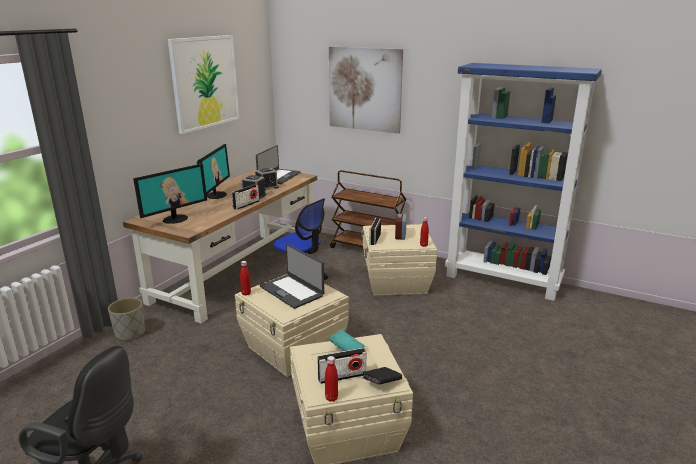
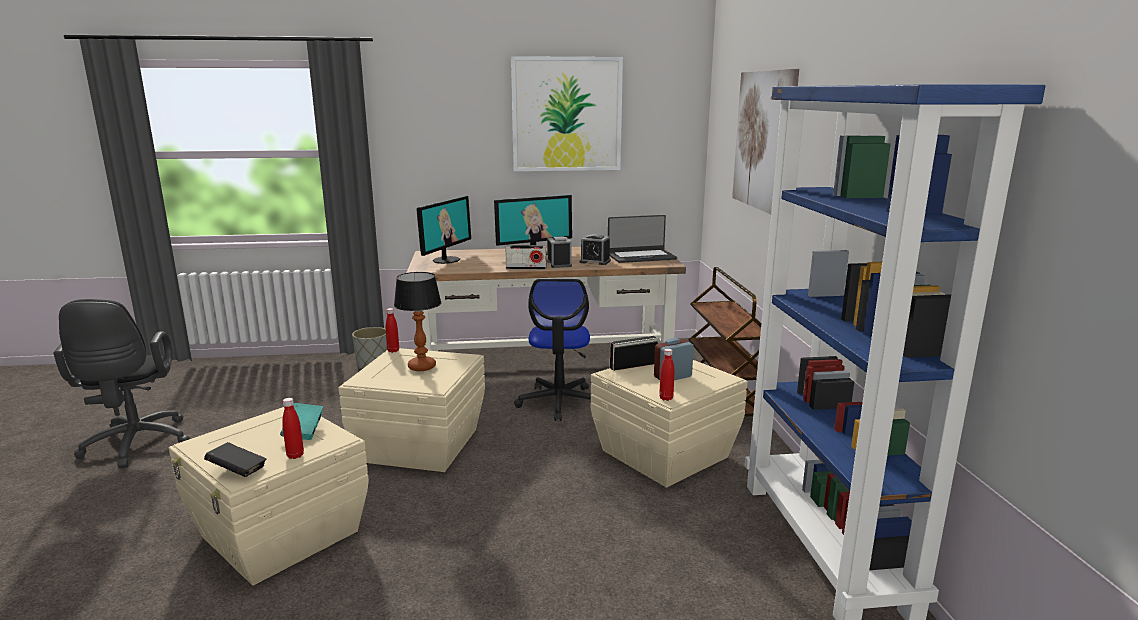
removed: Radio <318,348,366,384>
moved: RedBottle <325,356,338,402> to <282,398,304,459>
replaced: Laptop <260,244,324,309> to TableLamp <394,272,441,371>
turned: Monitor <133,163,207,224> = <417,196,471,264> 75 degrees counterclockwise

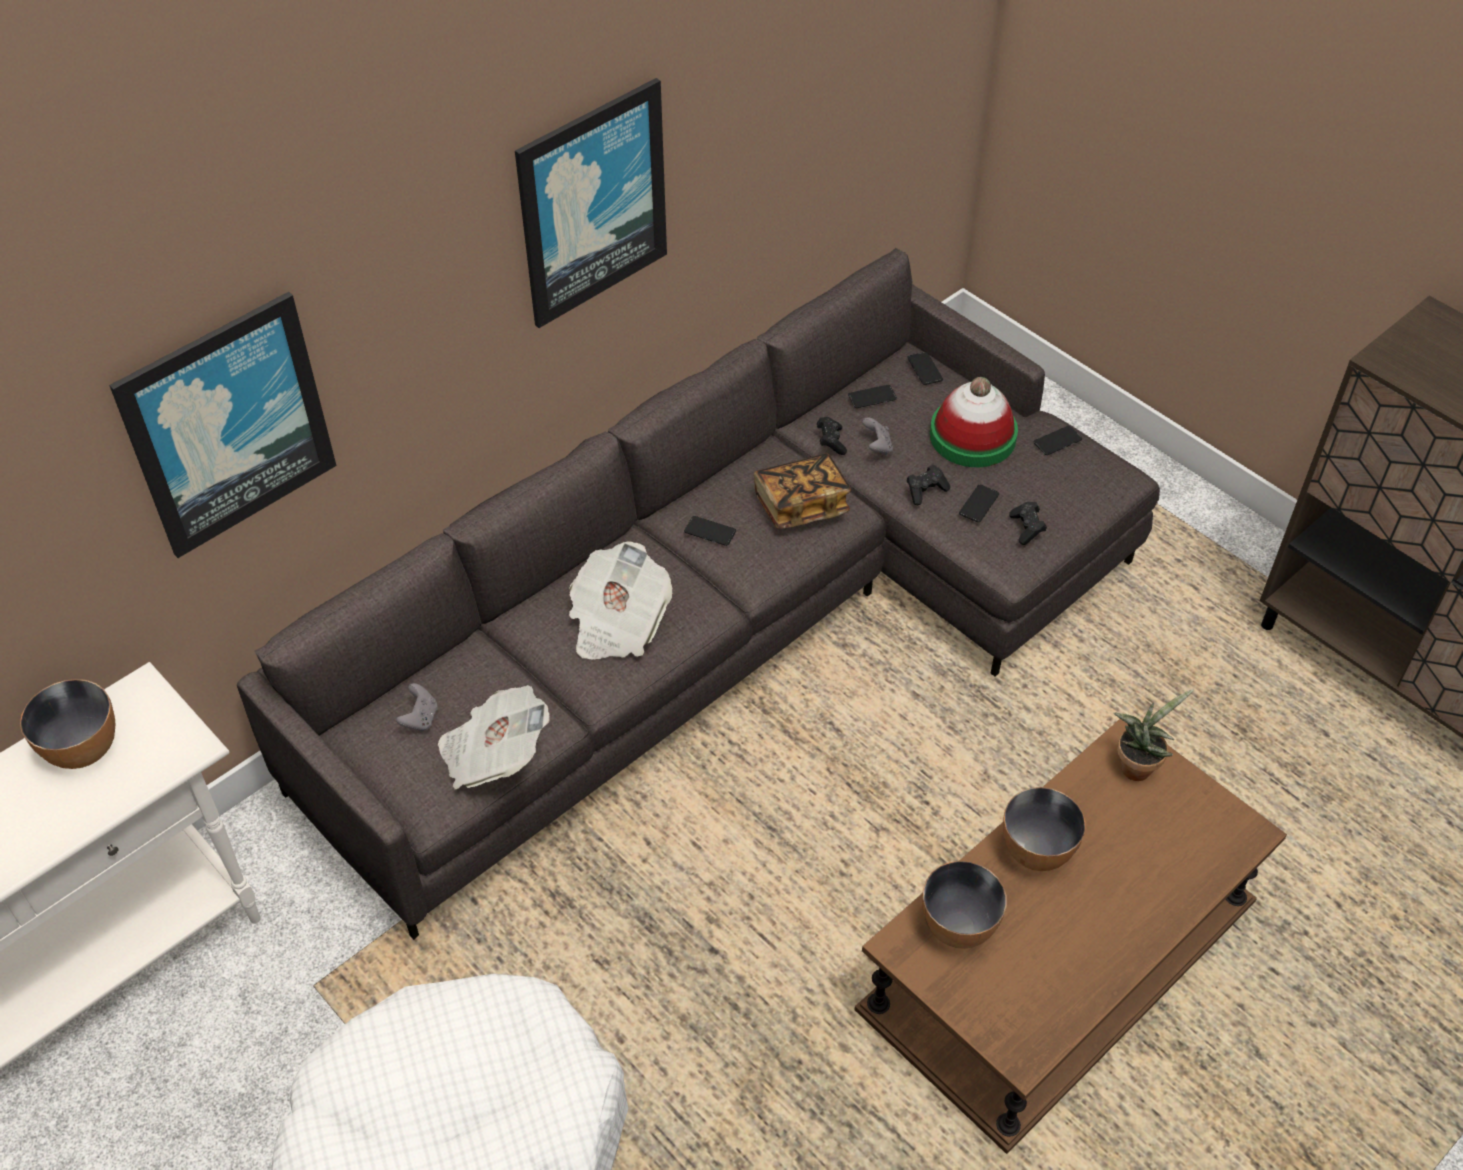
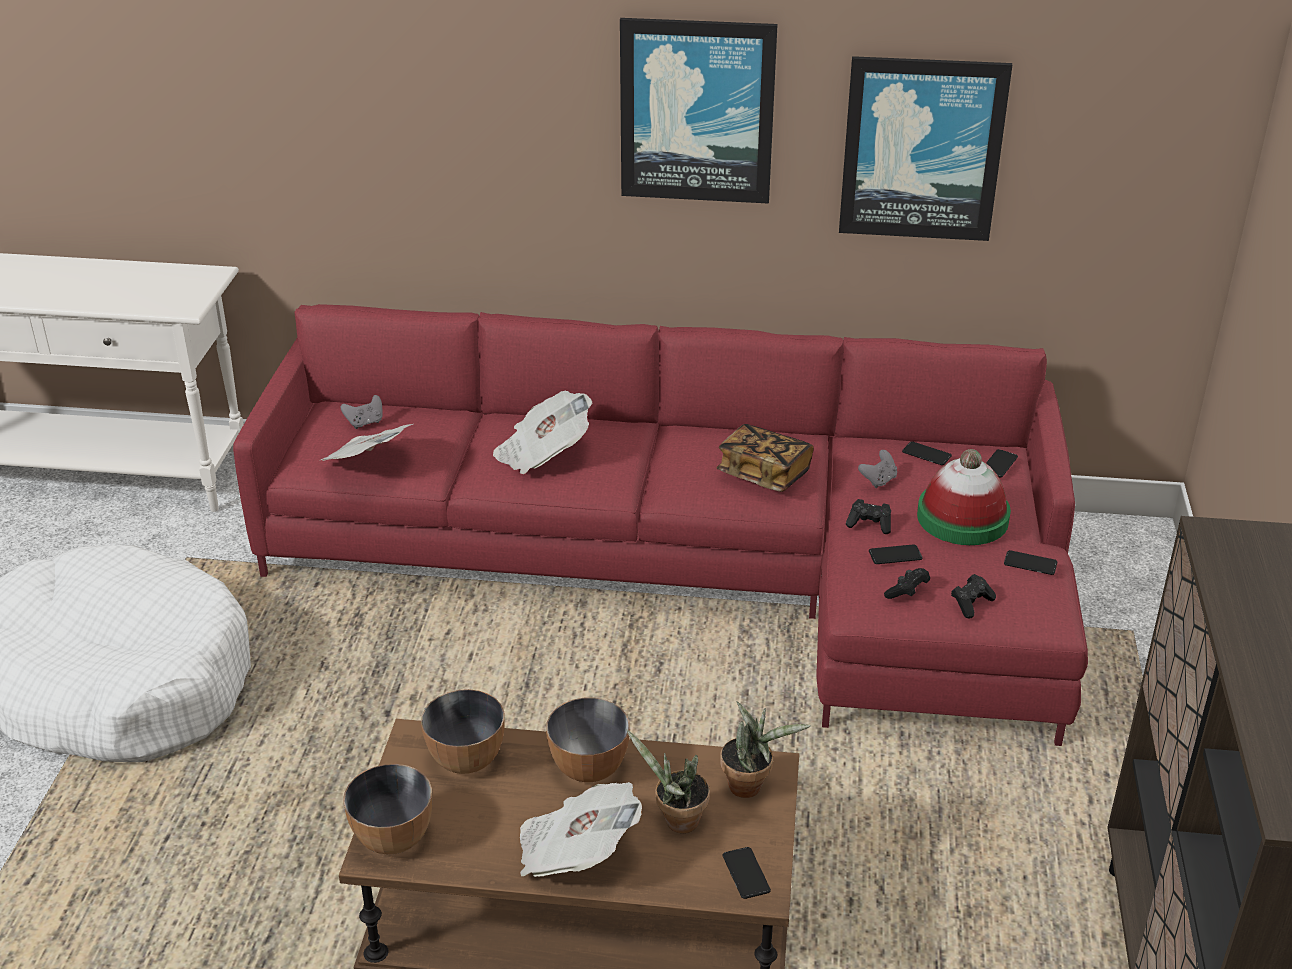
added: Newspaper <520,782,642,877>; PottedPlant <626,730,710,833>
moved: Bowl <20,679,115,769> to <343,764,433,854>; Phone <684,516,736,546> to <722,847,771,899>; Picture <109,292,337,558> to <839,56,1012,241>; BlackGameController <817,417,847,455> to <951,574,996,619>
recoloured: GreySofa <237,248,1160,940> to RedSofa <233,304,1088,746>

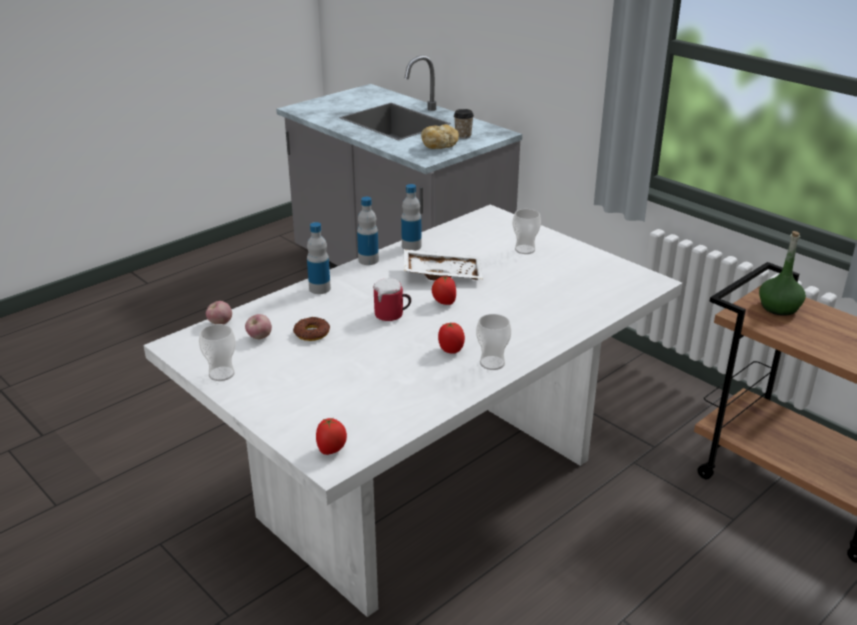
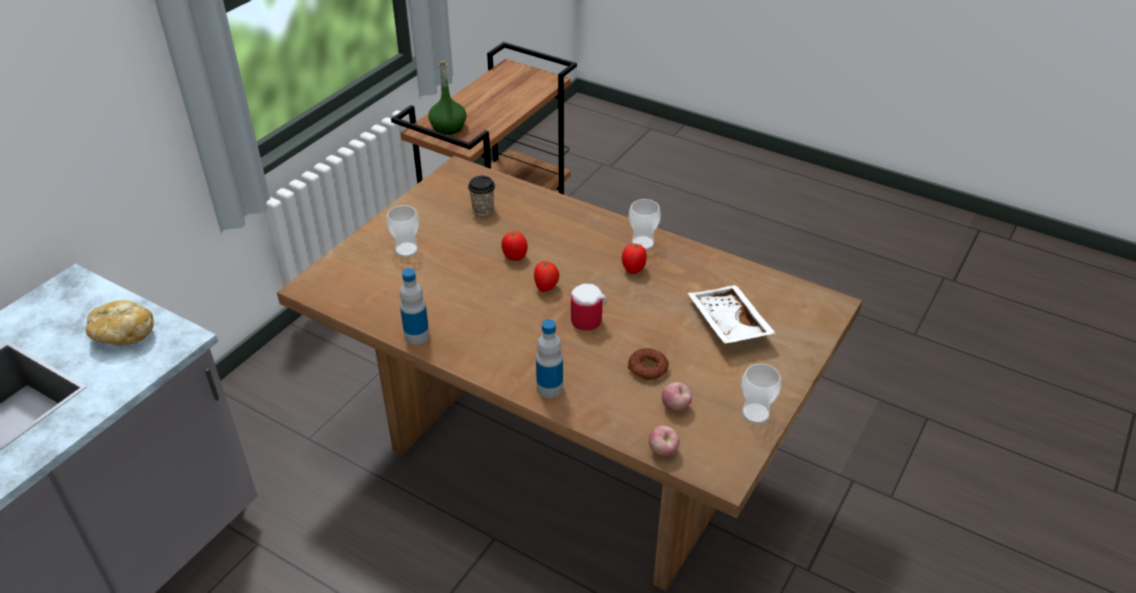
removed: Bottle <357,197,379,265>
moved: Cup <454,109,474,139> to <468,176,495,216>; Tomato <316,417,347,455> to <501,231,528,260>; WhiteTray <404,249,483,281> to <688,285,776,344>
recoloured: WhiteDiningTable <144,204,682,617> to BrownDiningTable <277,156,862,591>

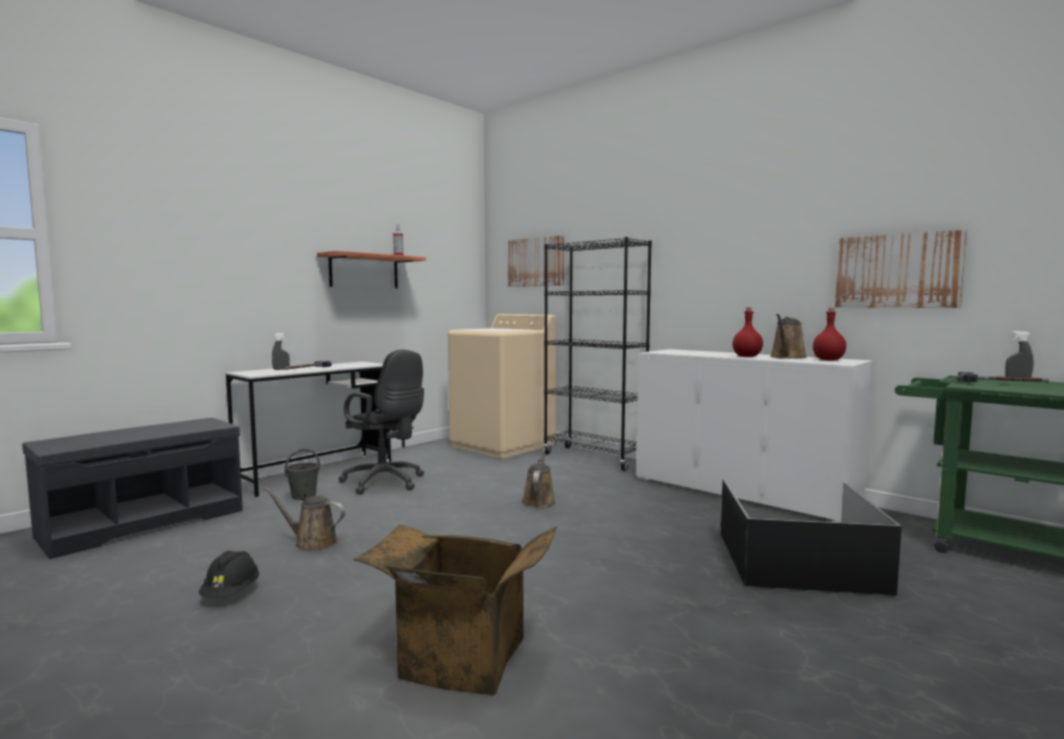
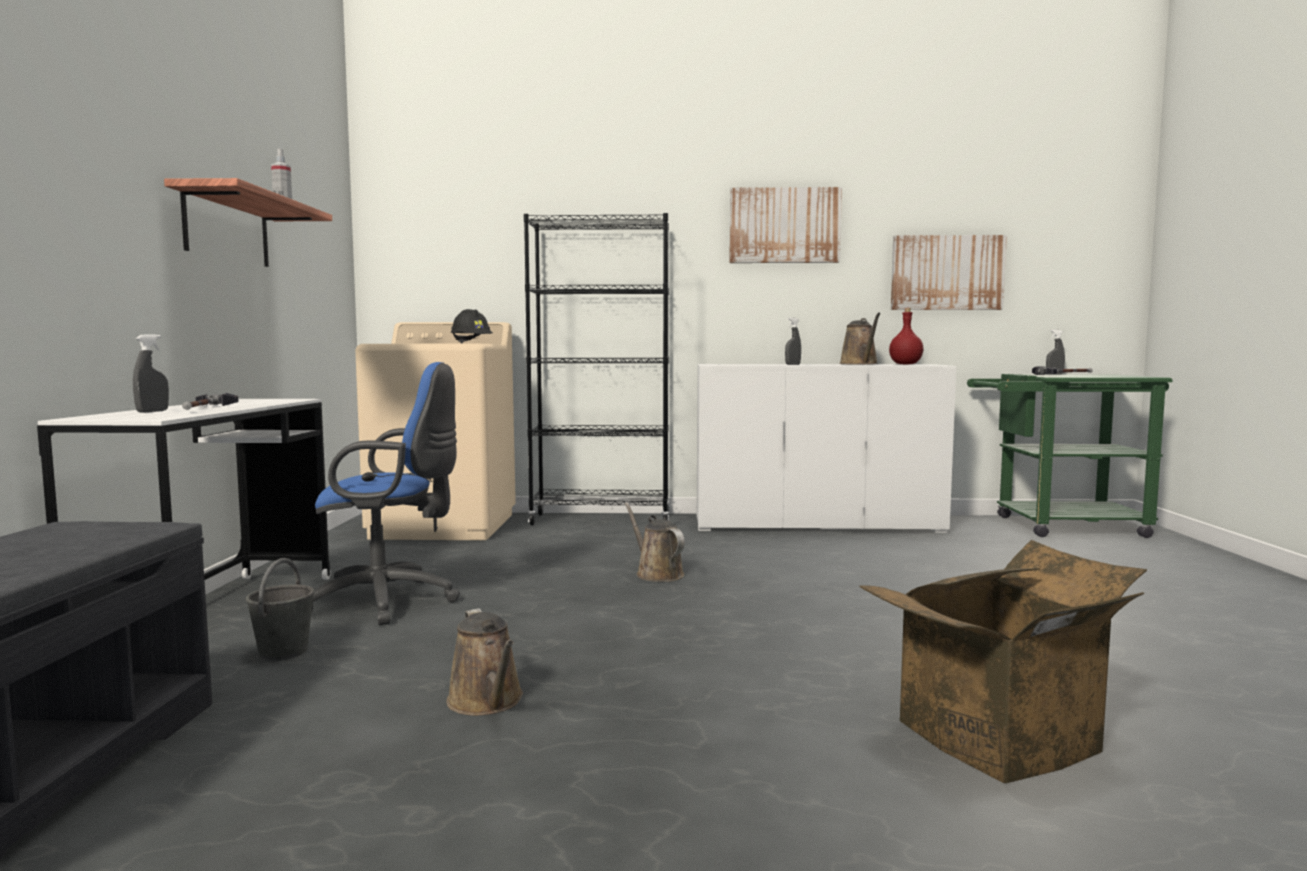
removed: BlackStorageBox <721,479,902,596>; RedBottle <732,307,763,357>
added: GreySprayBottle <785,317,801,365>
moved: BlackHardHat <199,551,259,598> to <450,309,493,343>; Picture <508,235,564,287> to <729,187,842,263>
recoloured: BlackOfficeChair <338,350,424,494> to BlueOfficeChair <312,362,460,625>
turned: BrownWateringCan <264,487,345,551> = <446,608,523,716> 90 degrees counterclockwise

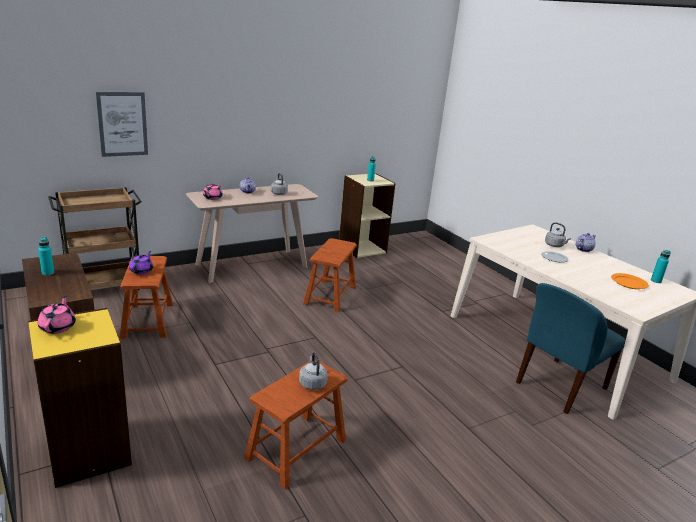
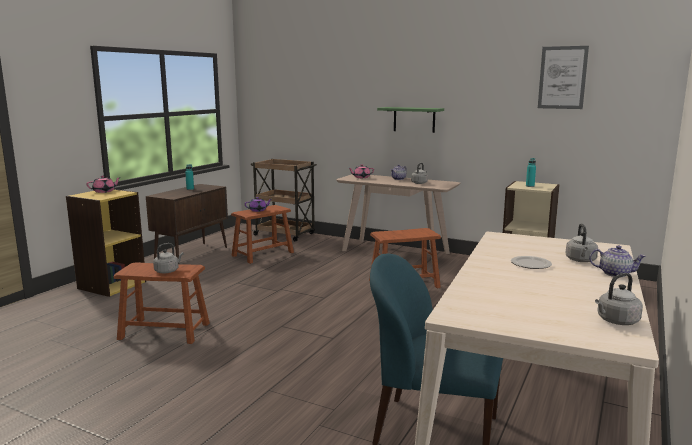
removed: OrangePlate <611,273,649,289>
added: GreenShelf <377,107,444,133>
moved: Picture <96,92,148,157> to <538,46,589,109>
replaced: TurquoiseBottle <651,250,671,283> to GreyKettle <595,273,643,325>

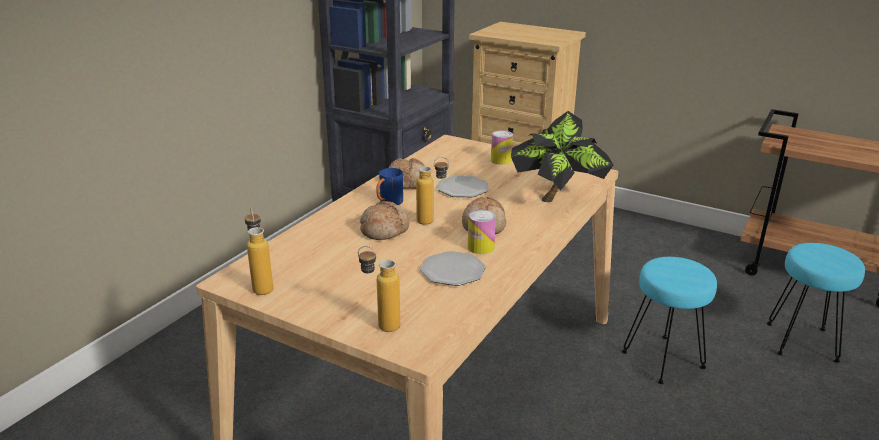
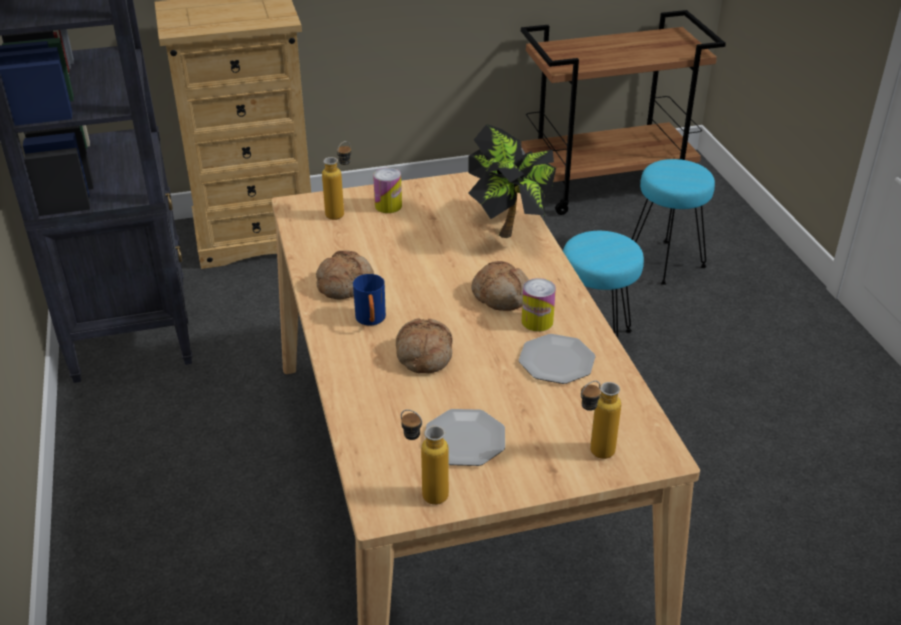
moved: Bottle <416,157,449,225> to <322,141,351,220>; Plate <438,175,488,197> to <425,409,505,466>

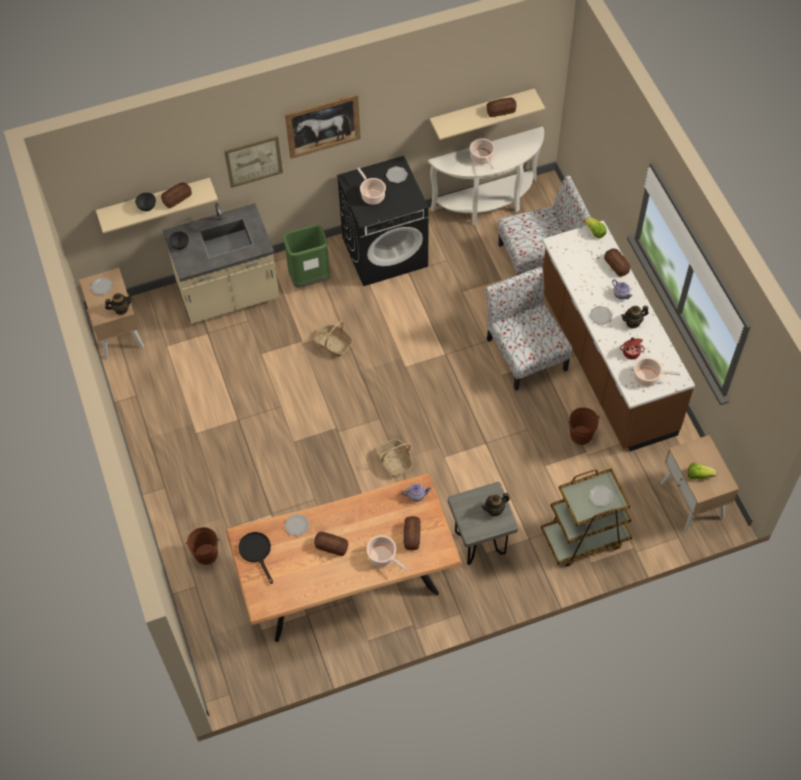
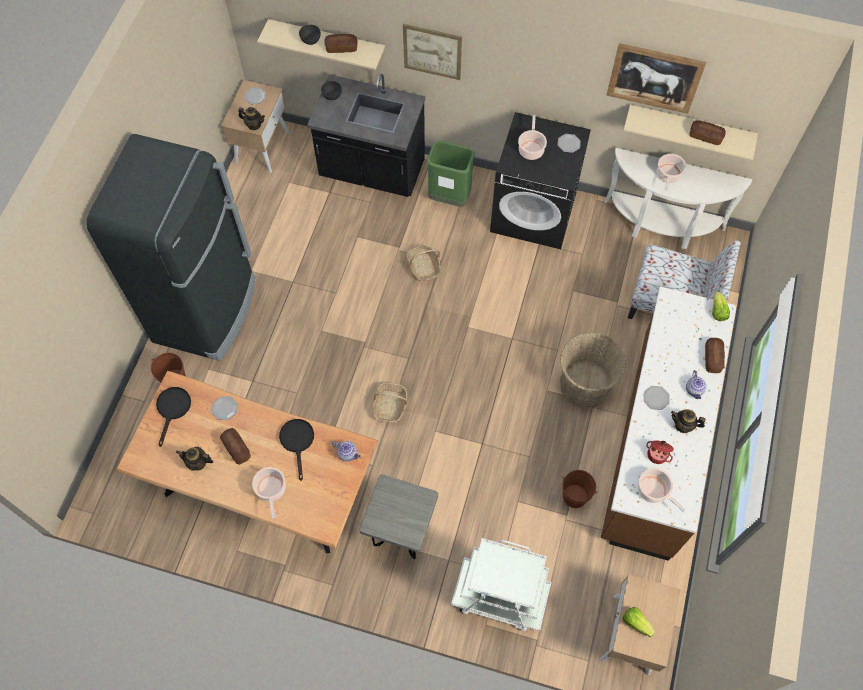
removed: Bread <404,516,421,550>; Plate <589,485,613,507>
added: BlackFridge <86,134,255,361>; BlackFryingPan <279,419,314,481>
moved: Teapot <481,493,510,516> to <176,447,214,471>; Picture <285,94,361,159> to <606,43,706,114>
replaced: Chair <486,267,573,391> to Basket <560,332,626,408>
recoloured: BeigeCounter <162,203,279,324> to BlackCounter <307,74,425,197>; BrownCart <541,468,632,567> to WhiteCart <451,538,551,631>

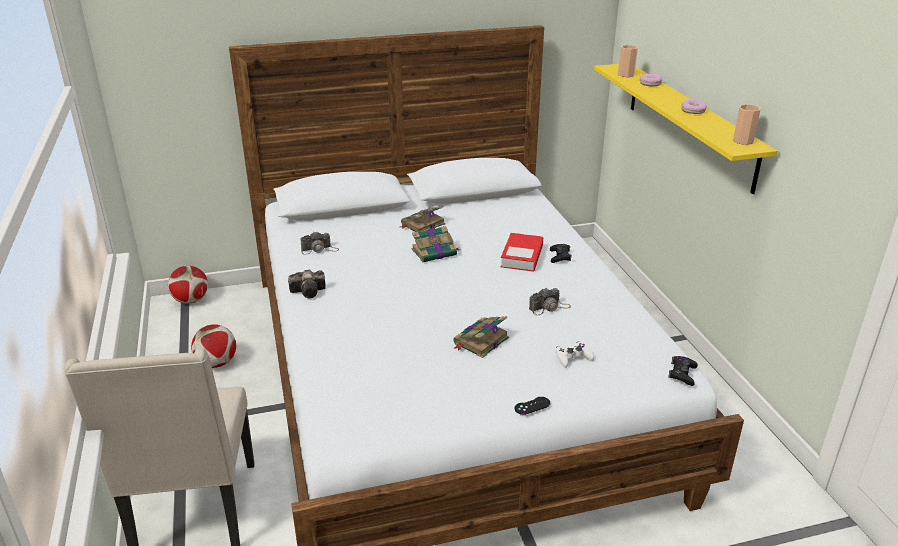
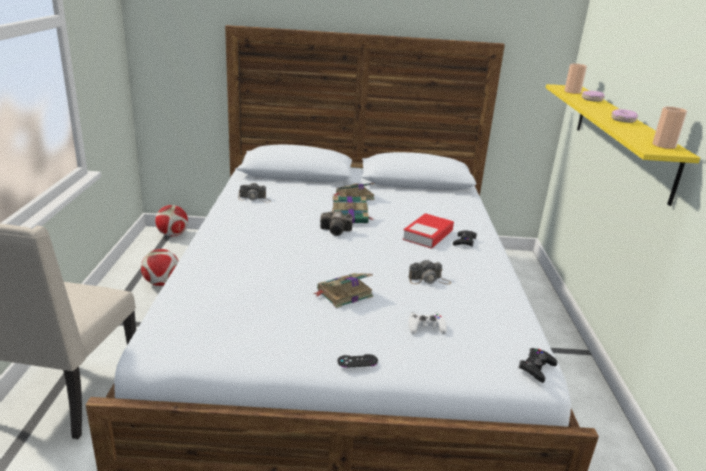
moved: PhotoCamera <288,270,326,298> to <320,211,353,236>

